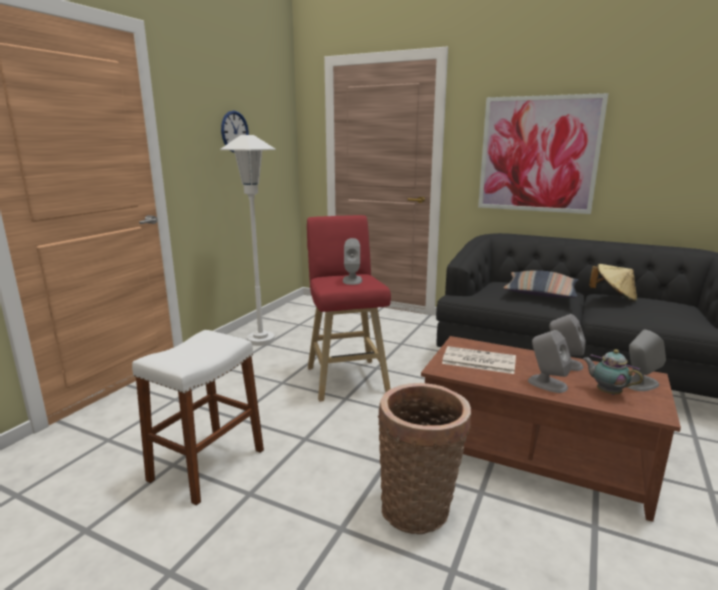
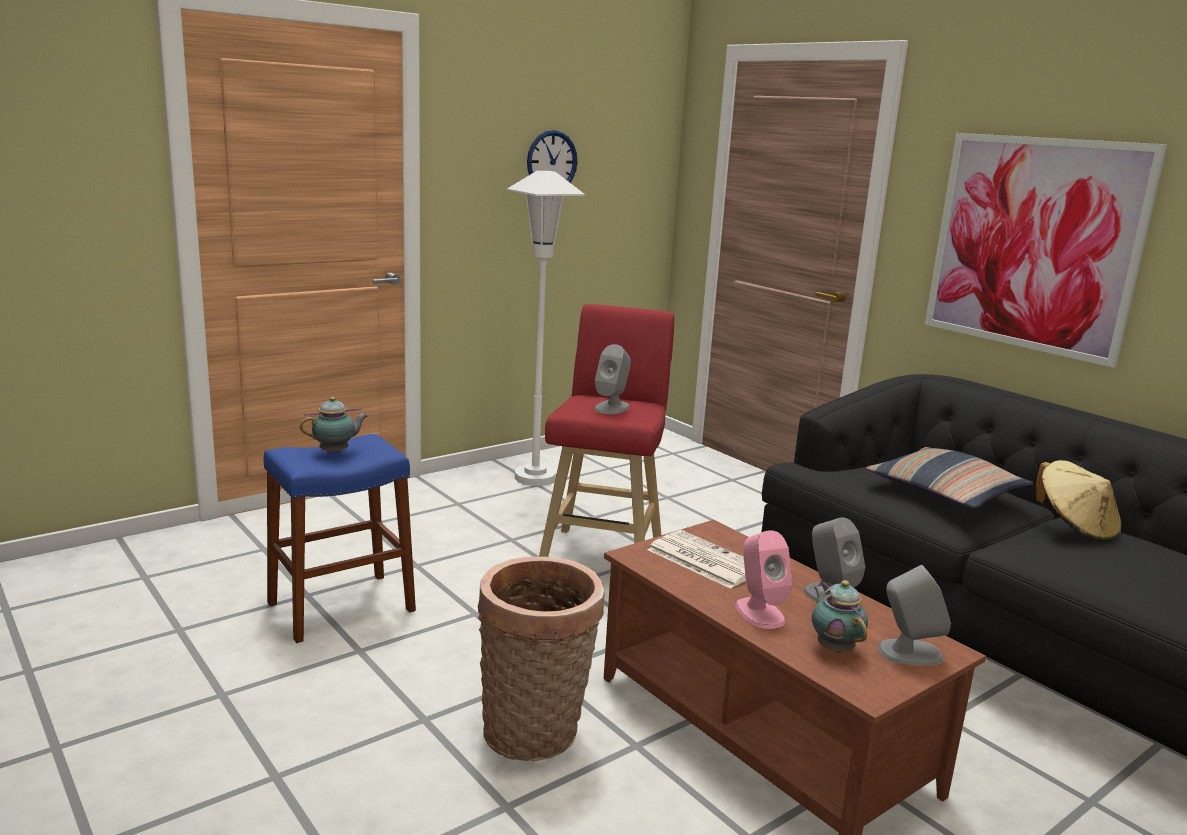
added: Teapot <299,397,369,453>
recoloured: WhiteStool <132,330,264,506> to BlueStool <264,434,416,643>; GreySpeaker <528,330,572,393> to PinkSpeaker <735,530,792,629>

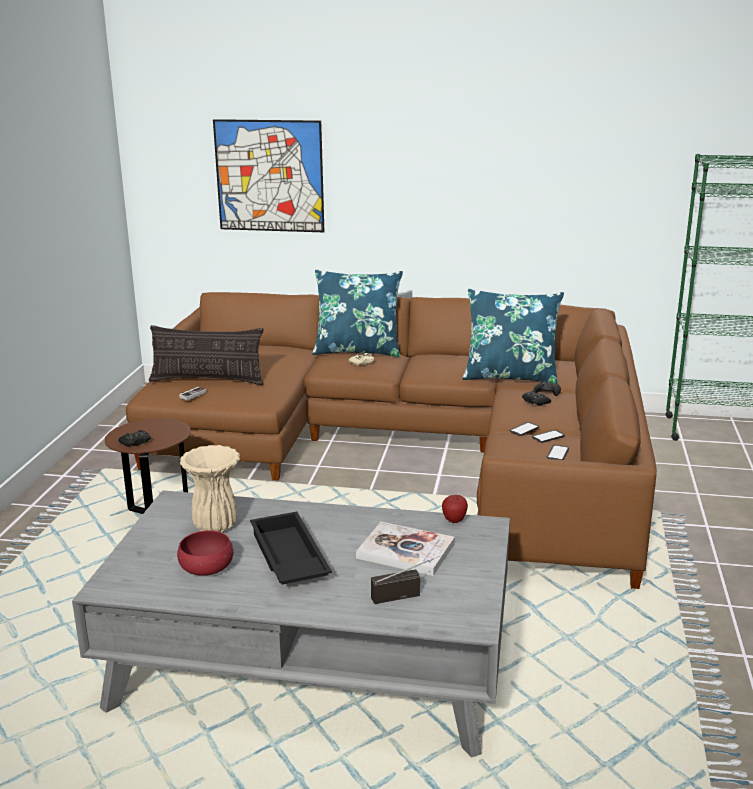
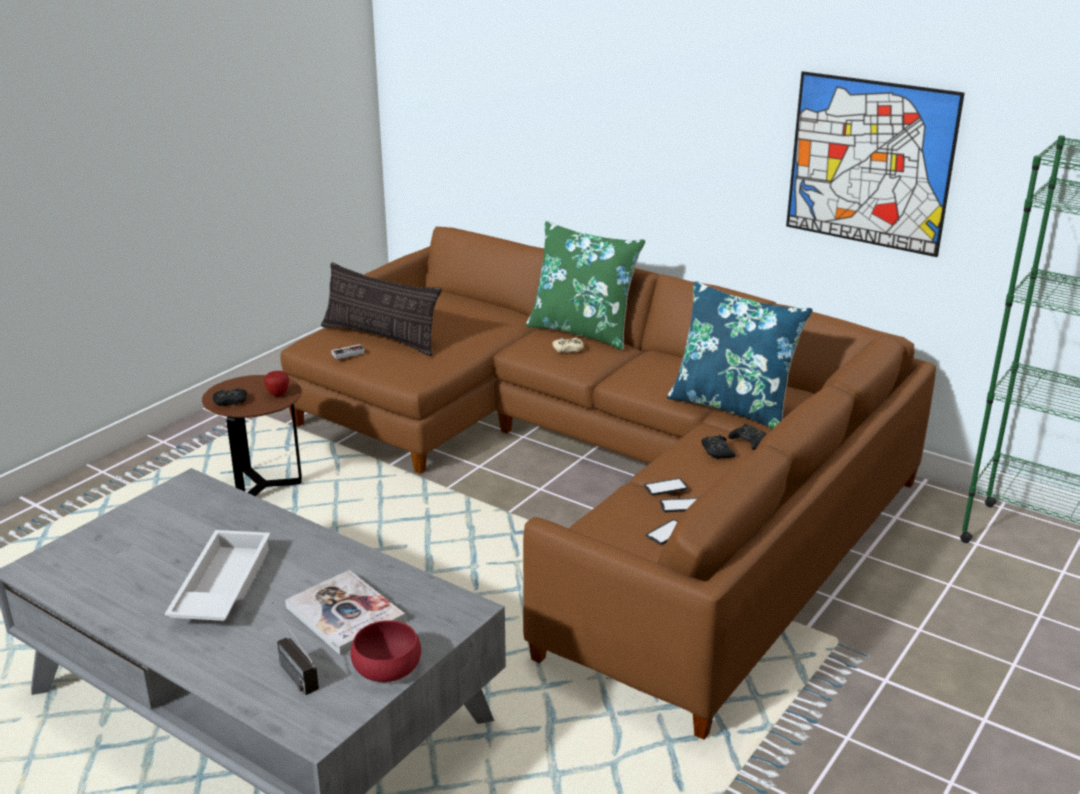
removed: BeigeVase <180,445,240,532>
moved: Apple <442,495,468,523> to <264,371,289,397>; RedBowl <177,530,233,576> to <351,620,421,682>; Picture <213,119,324,232> to <786,71,965,257>
recoloured: BlackTray <250,512,332,585> to WhiteTray <165,530,271,621>; BluePillow <312,270,403,357> to GreenPillow <525,221,645,350>
turned: Radio <371,554,445,604> = <272,603,319,695> 135 degrees counterclockwise

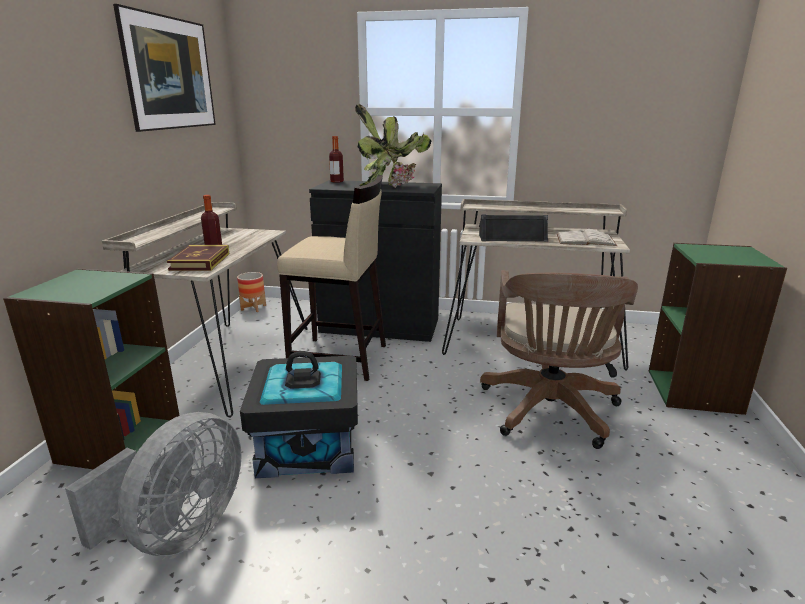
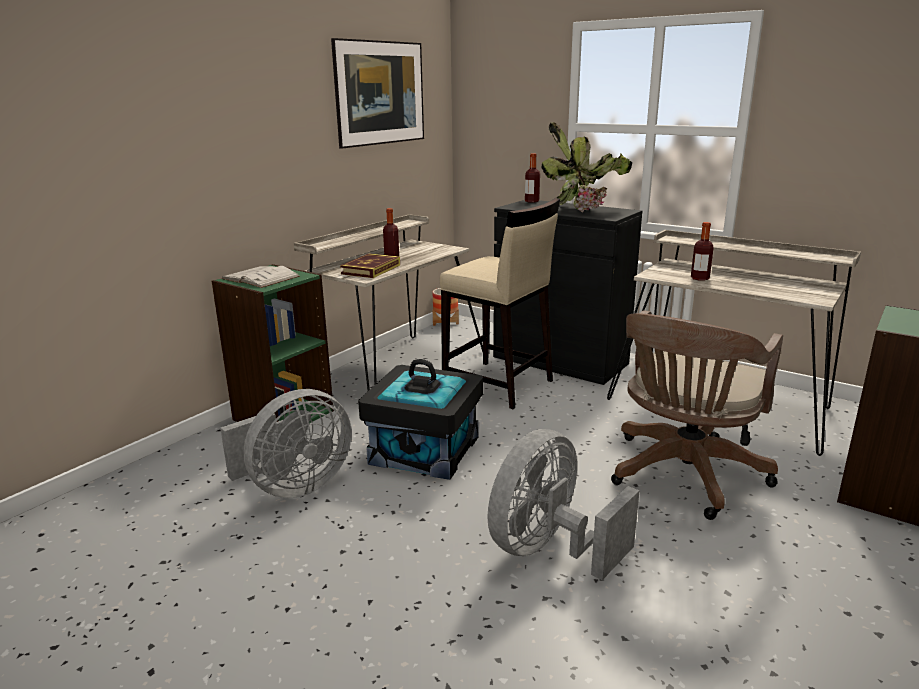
added: GreyFan <488,429,640,580>
moved: WhiteBook <557,229,617,246> to <221,266,300,288>
replaced: BlackSpeaker <479,215,548,242> to Bottle <691,222,714,281>

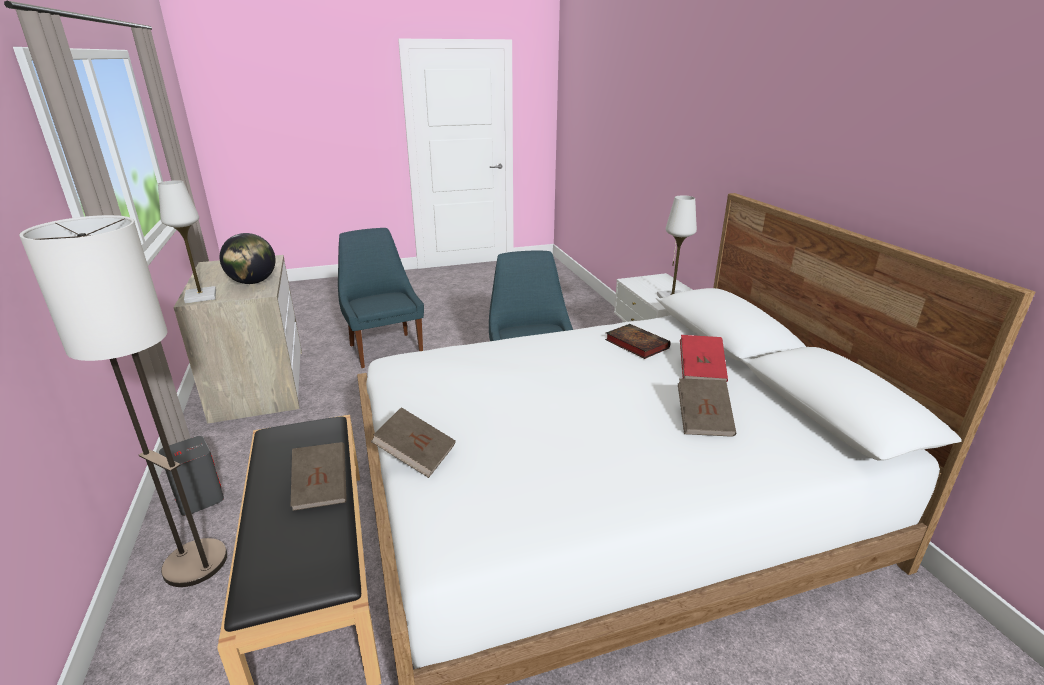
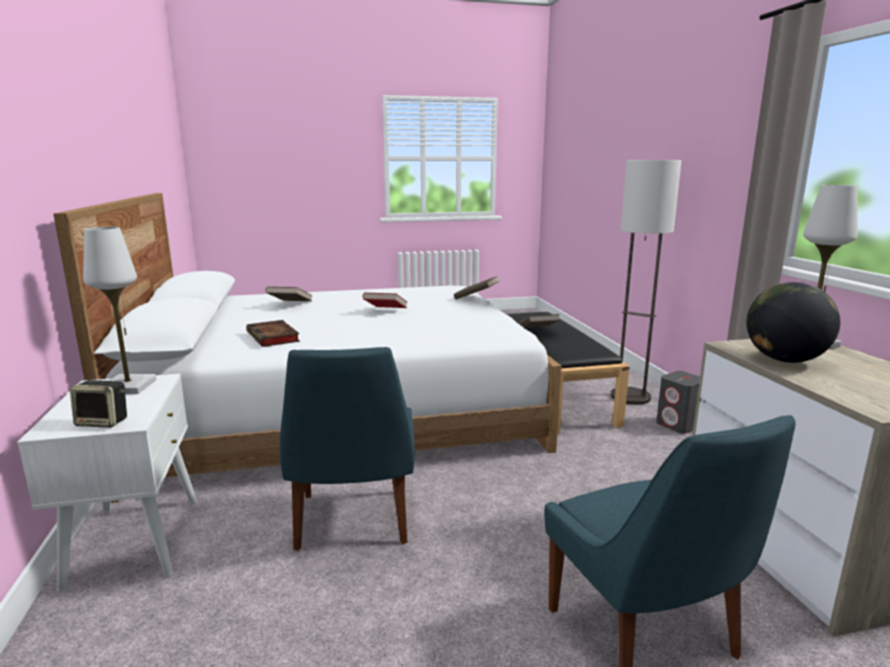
added: Speaker <70,380,127,428>
moved: RedBook <680,335,728,382> to <362,292,407,308>

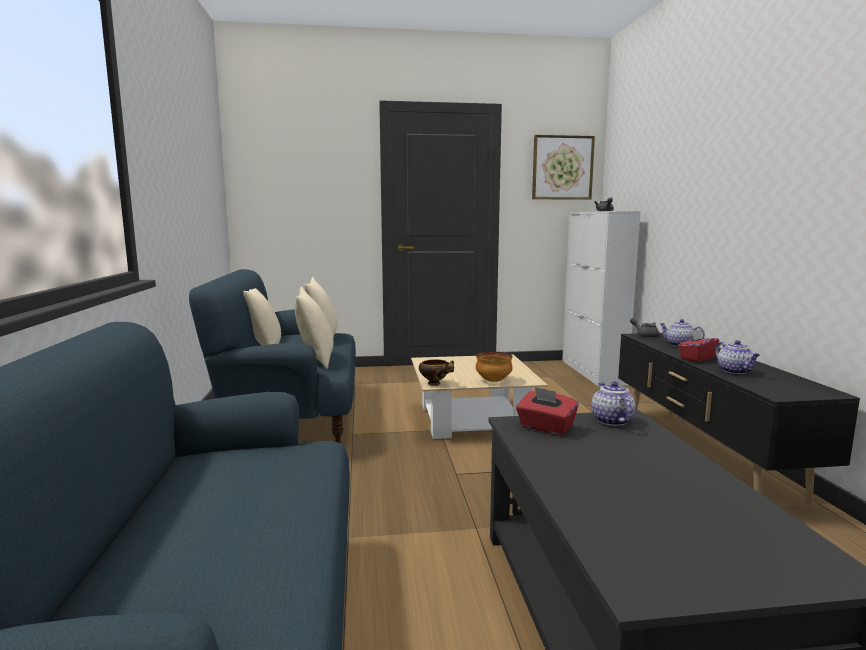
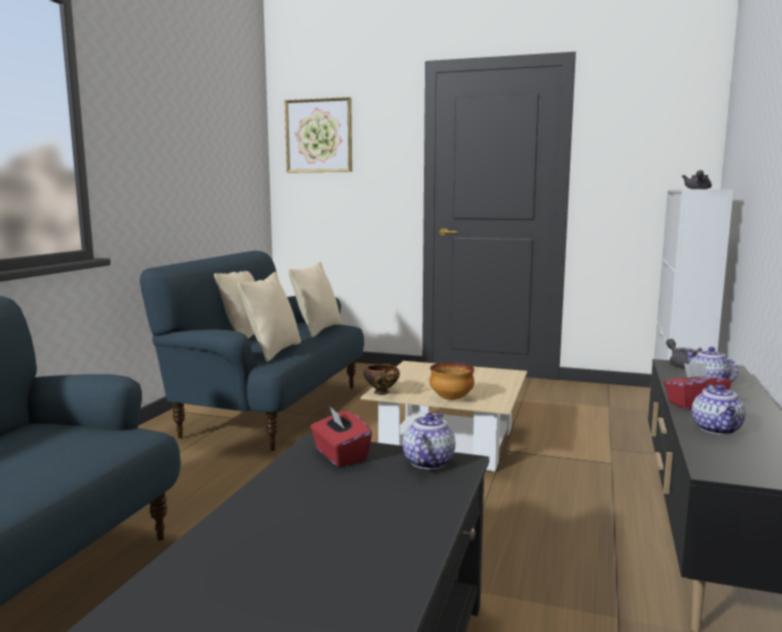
moved: Picture <532,135,595,200> to <285,97,352,172>

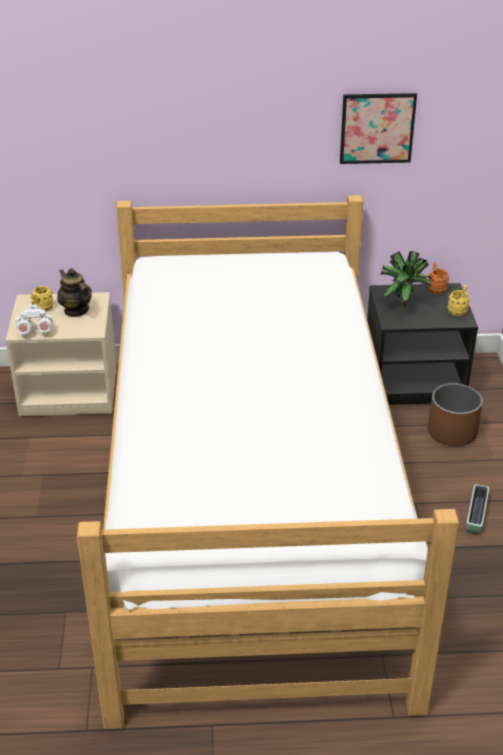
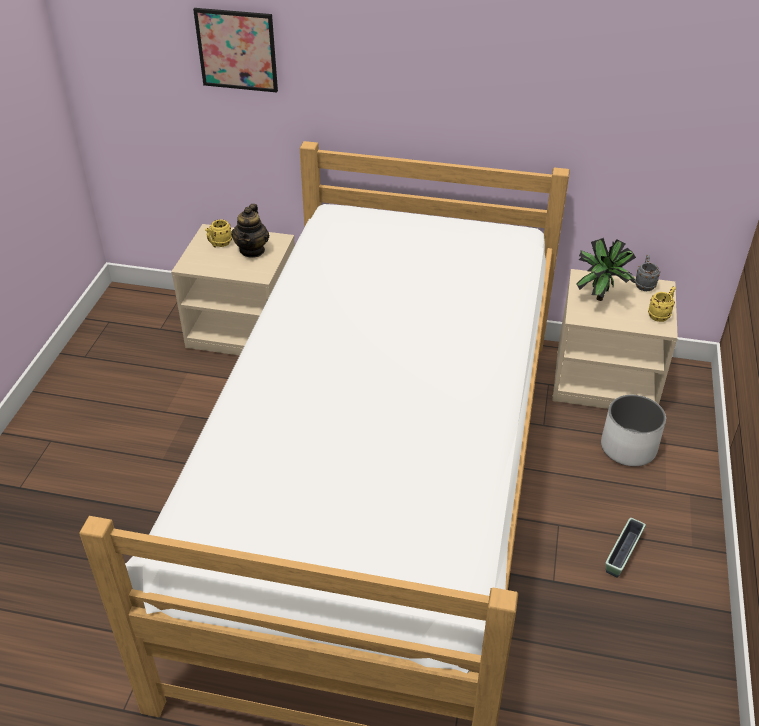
removed: WhiteBinoculars <15,304,52,334>
moved: Picture <340,93,417,164> to <193,8,278,93>
recoloured: BlackNightstand <367,283,478,405> to BeigeNightstand <552,269,678,409>; BrownPlanter <428,383,483,446> to WhitePlanter <601,395,666,466>; OrangeMug <428,263,449,294> to GreyMug <635,255,660,291>
turned: Teapot <57,268,92,317> = <231,204,269,258> 150 degrees counterclockwise

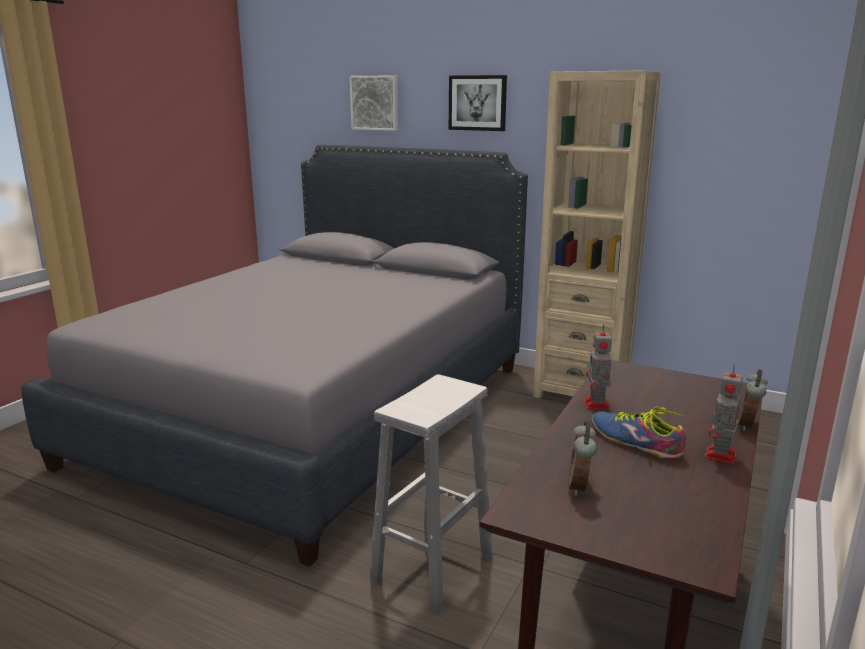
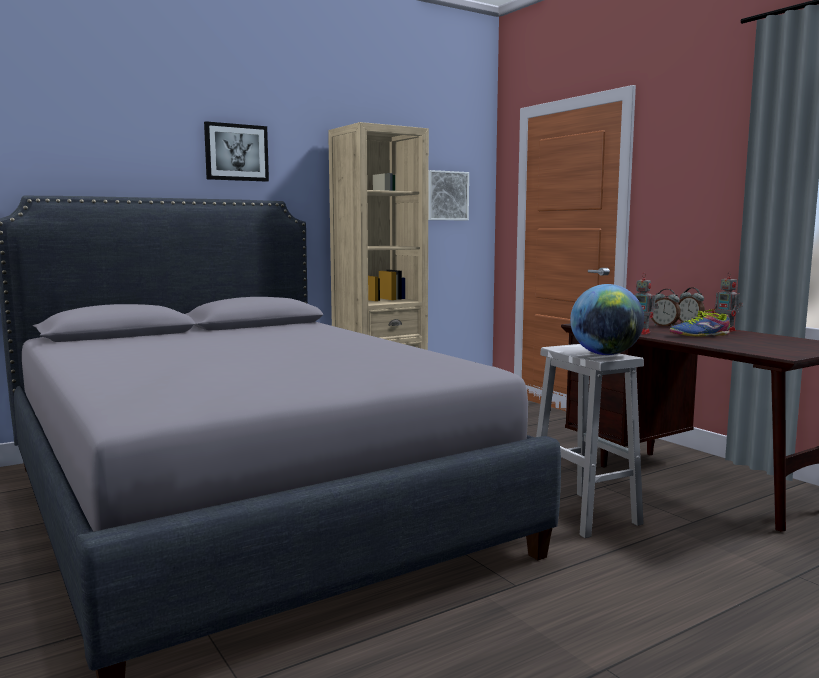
added: Globe <570,284,644,355>
moved: Picture <350,75,398,131> to <428,170,469,220>; AlarmClock <569,421,597,496> to <651,289,681,326>

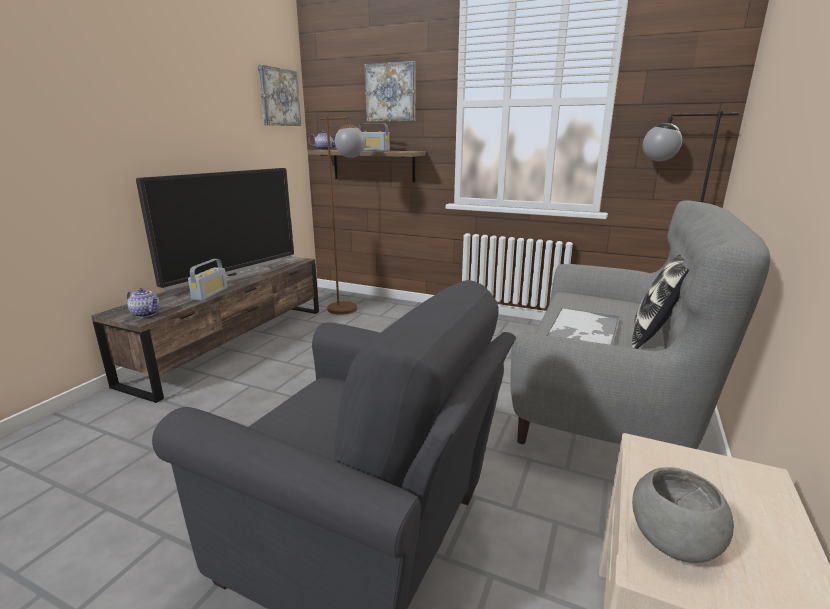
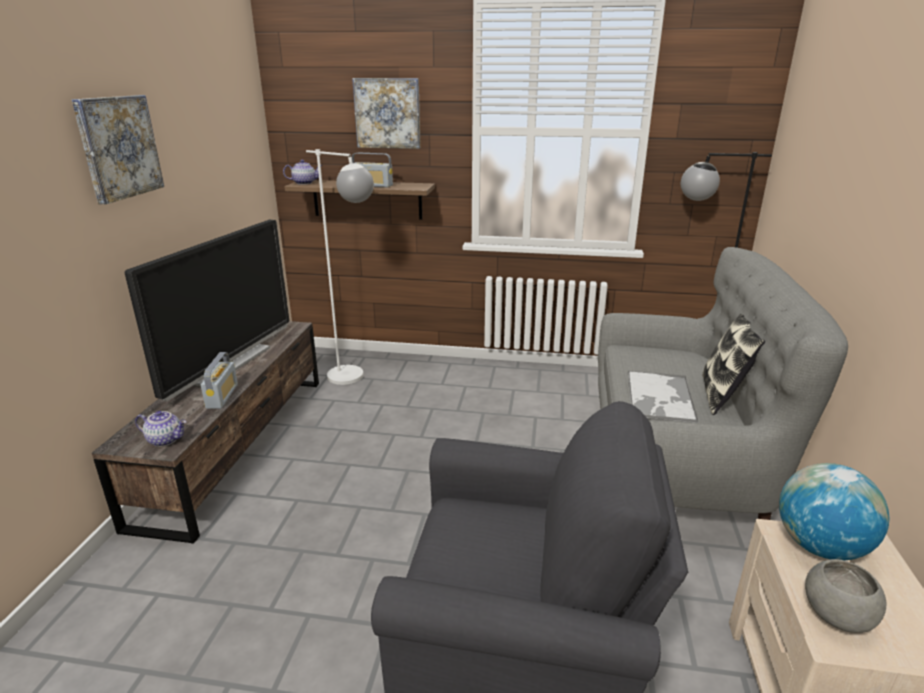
added: Globe <779,463,889,560>
moved: Picture <258,65,301,126> to <72,95,164,204>
recoloured: BrownFloorLamp <320,116,365,315> to WhiteFloorLamp <306,149,374,385>

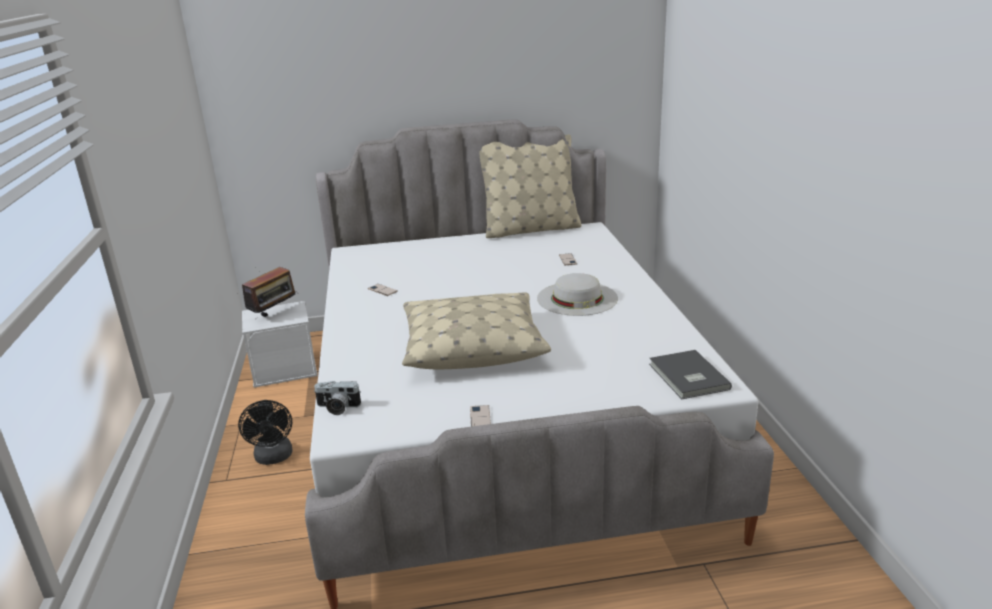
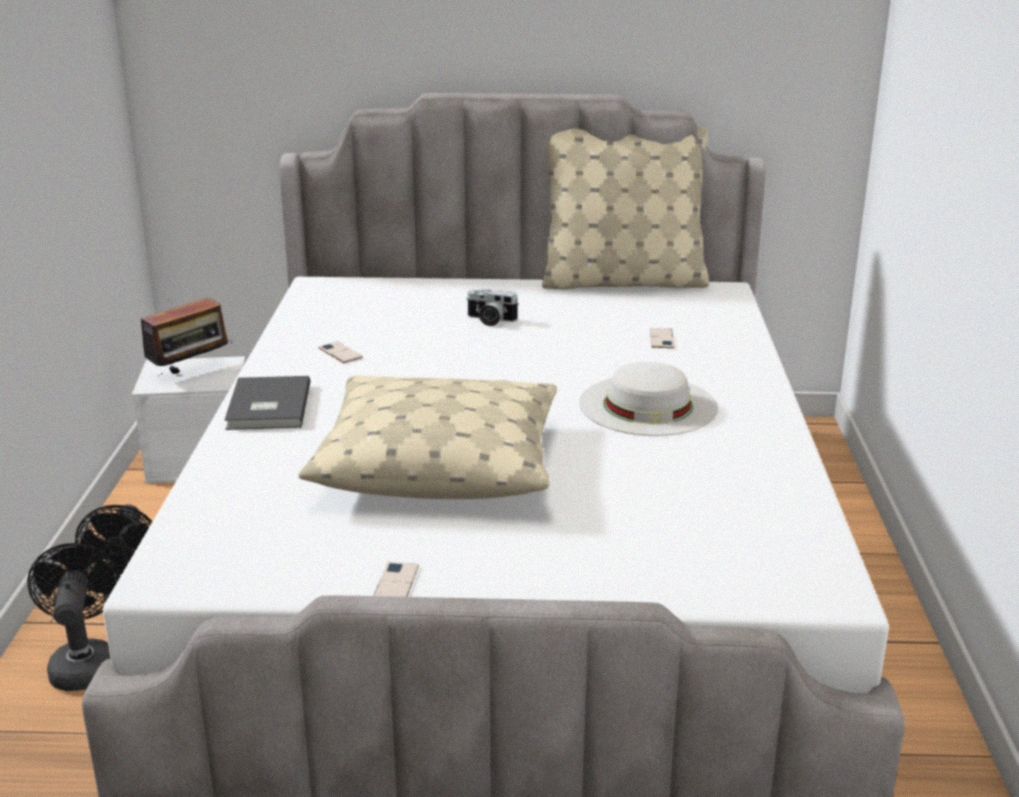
added: BlackFan <27,543,120,691>
moved: GreyBook <649,350,732,399> to <224,376,311,430>; PhotoCamera <314,381,361,415> to <466,289,519,326>

